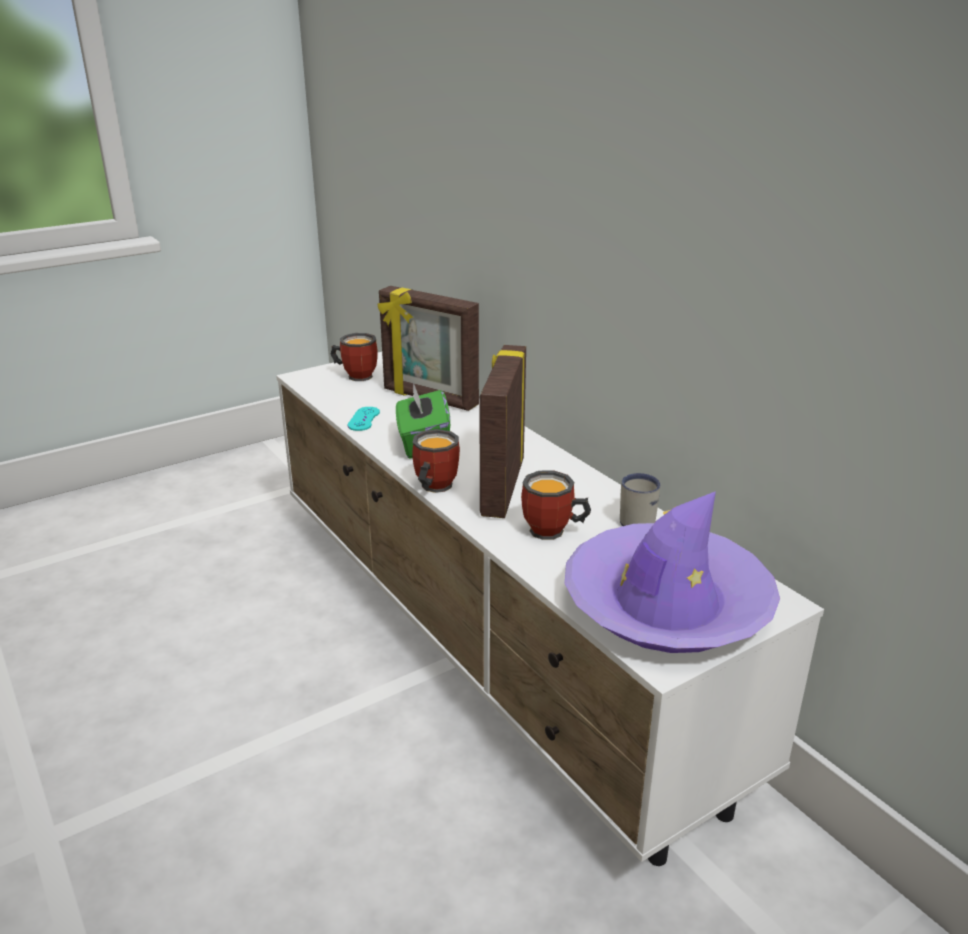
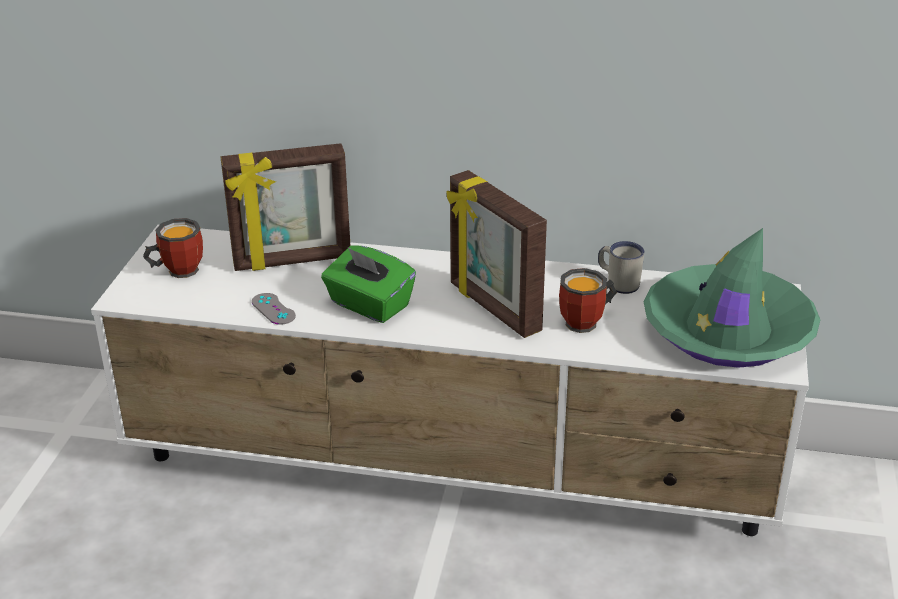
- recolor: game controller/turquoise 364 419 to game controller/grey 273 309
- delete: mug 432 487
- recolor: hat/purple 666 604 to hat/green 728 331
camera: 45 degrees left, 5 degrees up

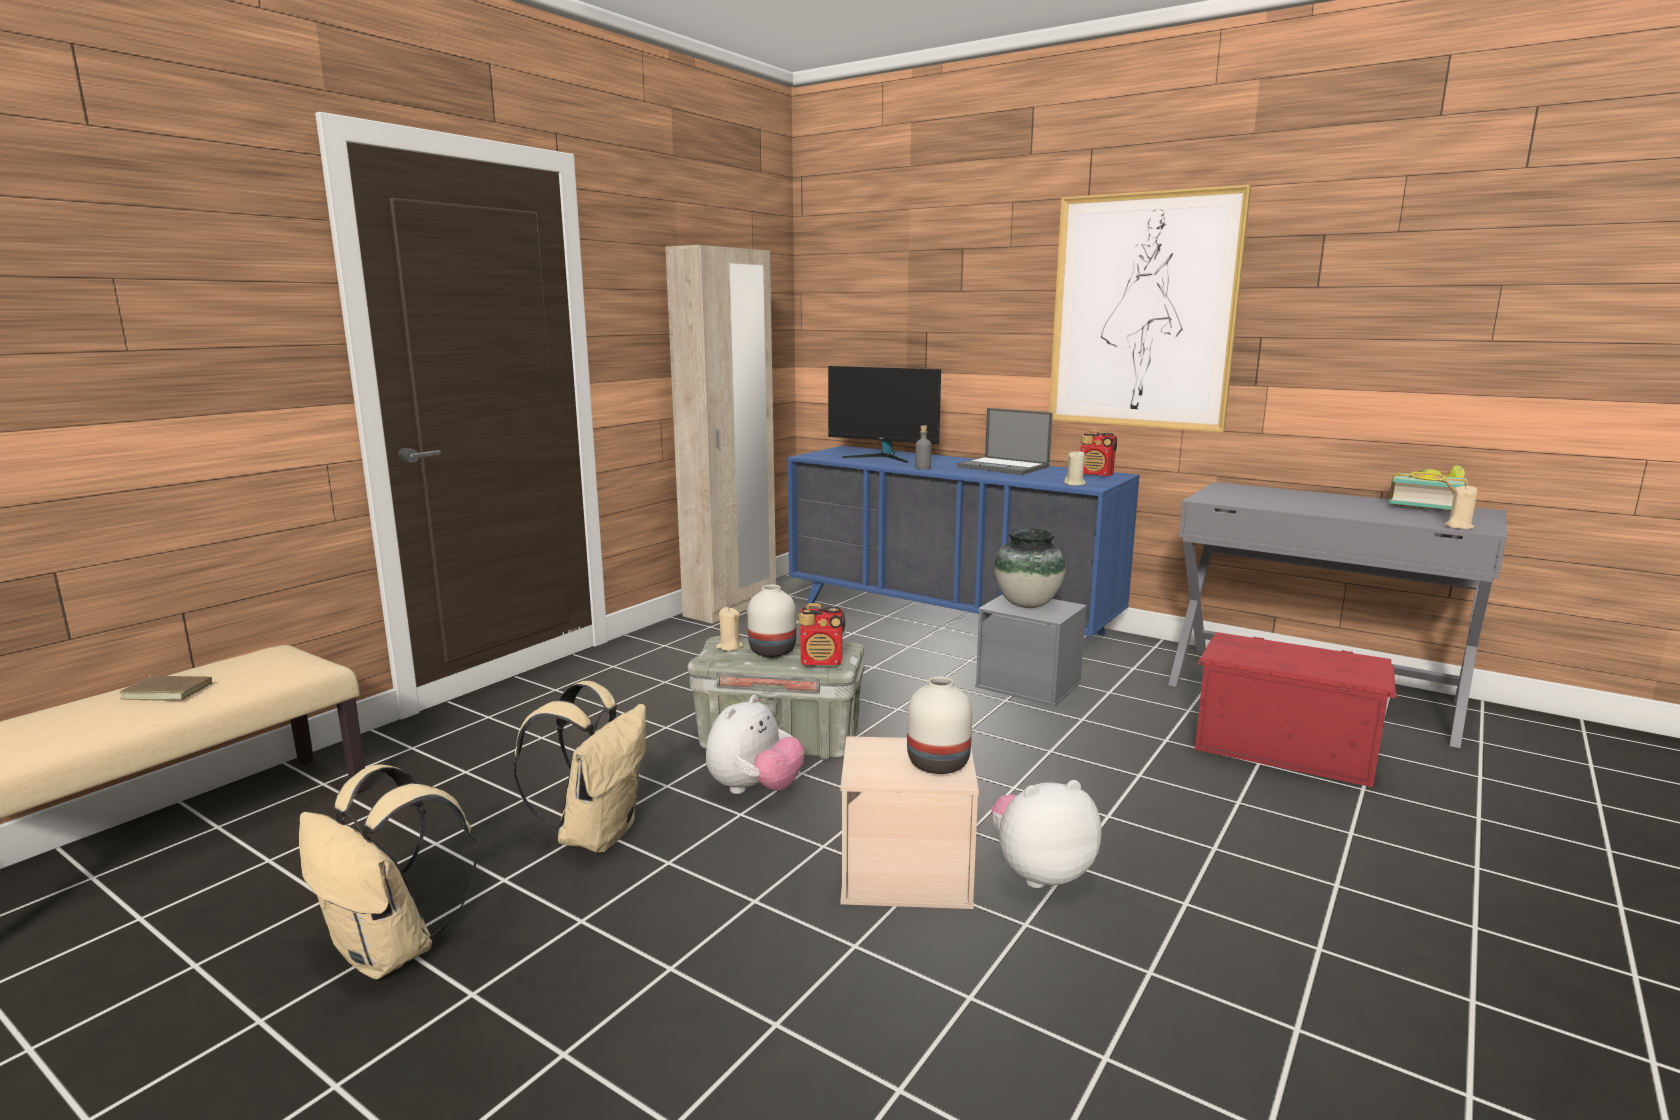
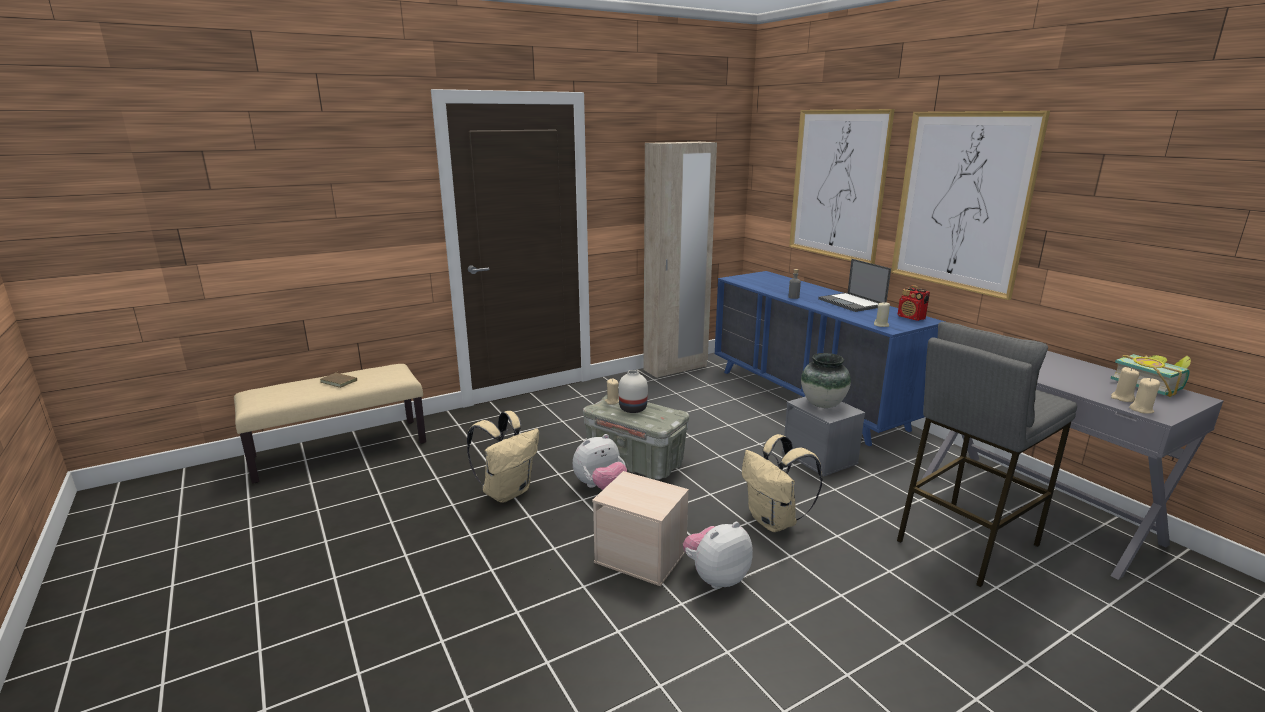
- move: backpack/beige 392 952 to 774 521
- delete: radio 822 661
- delete: monitor 883 457
- delete: vase/white 939 763
- rotate: plush toy 1040 872 = 716 577 45 degrees counterclockwise
- replace: storage box/red 1283 746 to stool/grey 965 542
- insert: picture 837 185
- insert: candle/beige 1122 398
camera: 25 degrees right, 5 degrees up

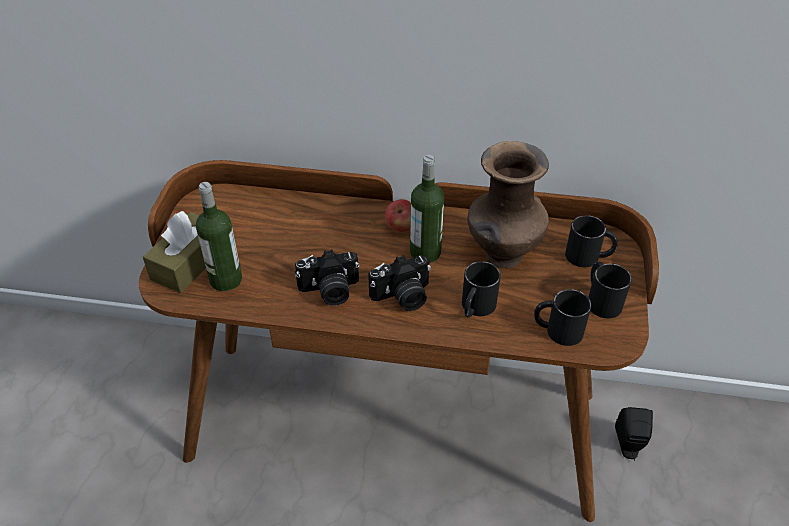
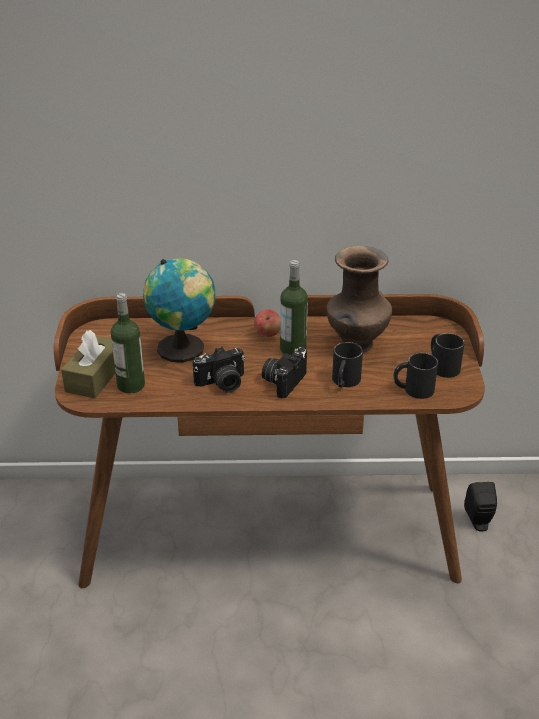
- rotate: photo camera 402 297 = 283 381 150 degrees clockwise
- delete: mug/black 589 256
- insert: globe 184 349
camera: 10 degrees left, 10 degrees down

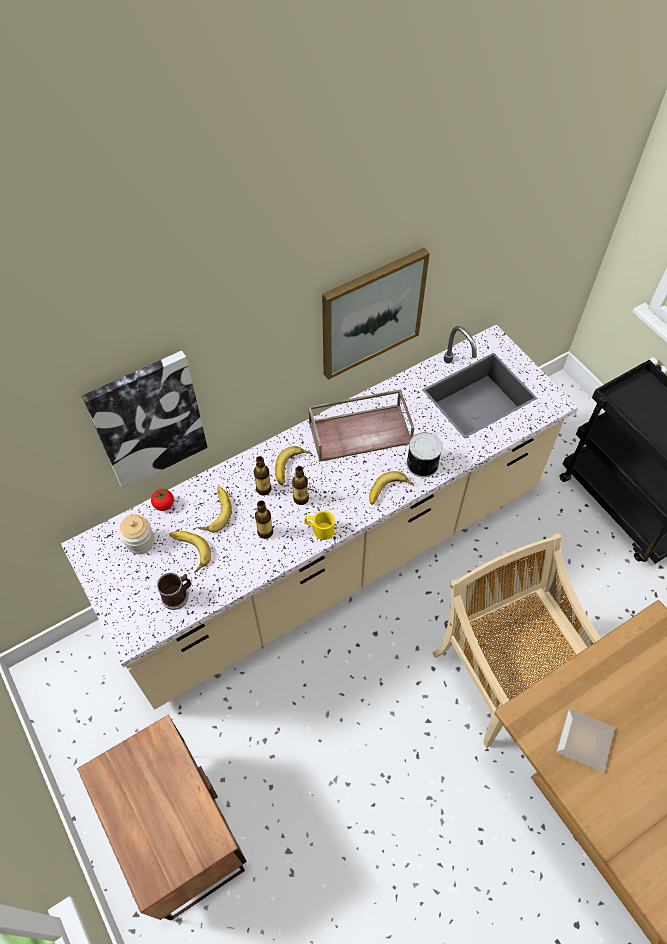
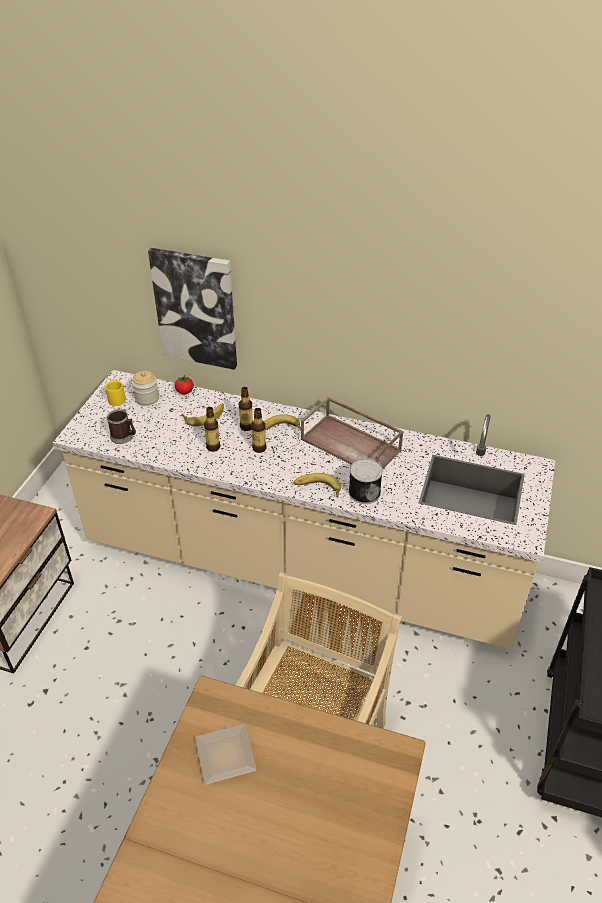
- delete: banana 188 552
- move: mug/yellow 319 529 to 116 398
- delete: picture 371 313
camera: 50 degrees right, 15 degrees down

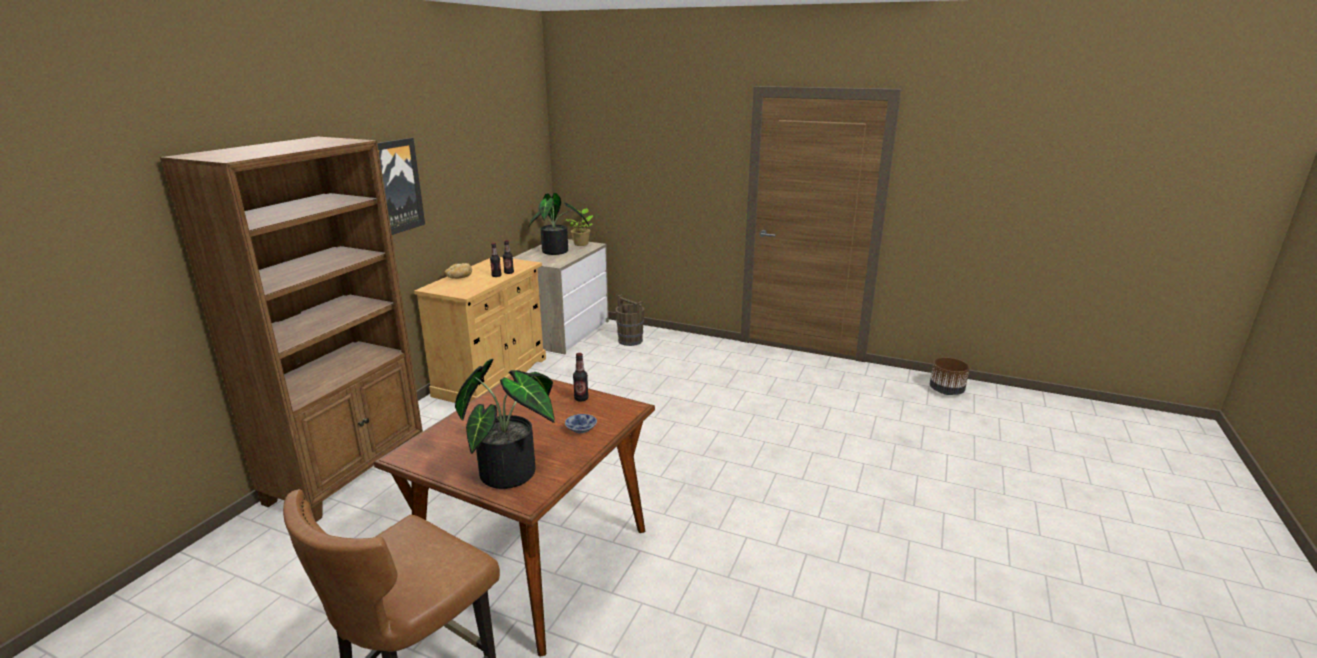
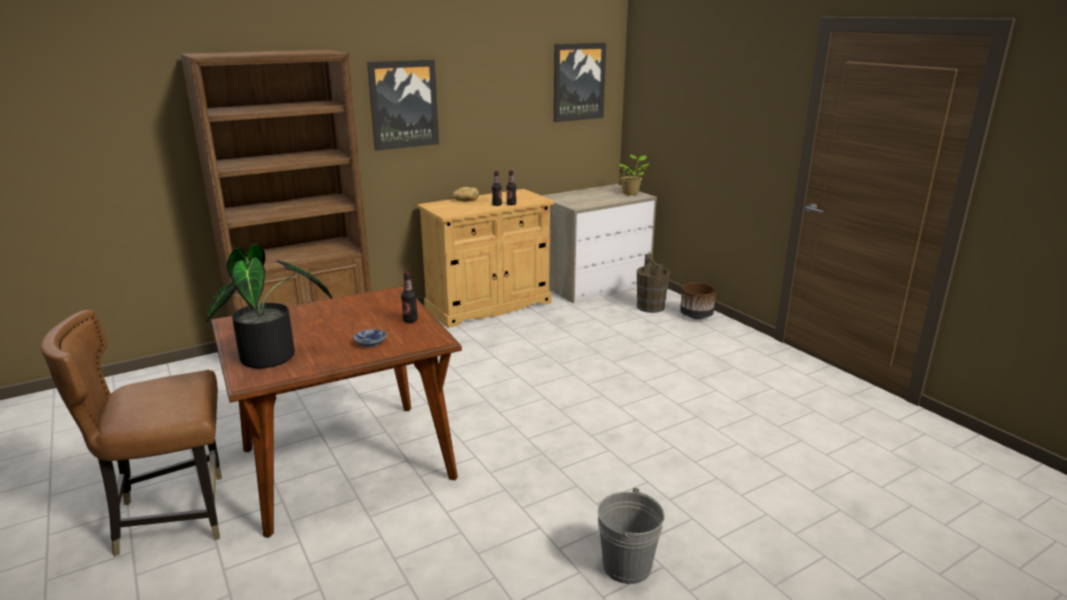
- delete: potted plant 558 252
- move: planter/brown 946 391 to 696 316
- insert: picture 578 82
- insert: bucket/grey 627 566
camera: 35 degrees right, 0 degrees up

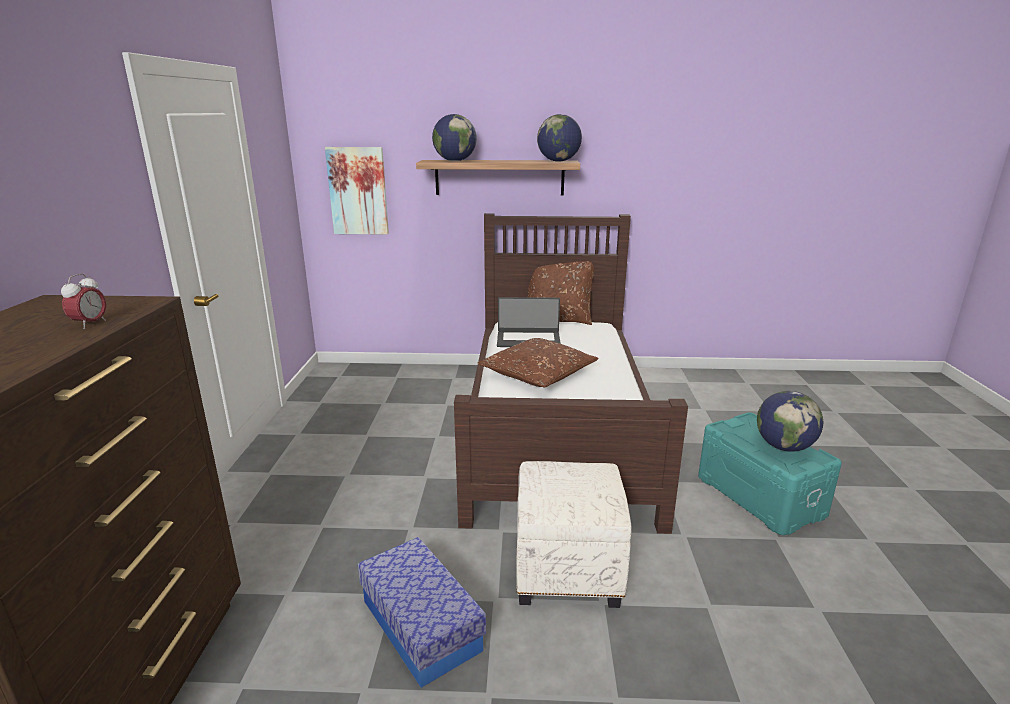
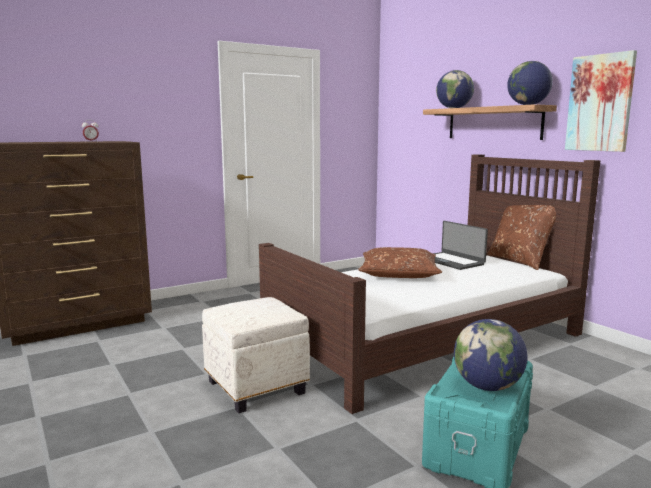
- move: picture 358 191 to 600 103
- delete: storage box 420 625
camera: 55 degrees right, 10 degrees down

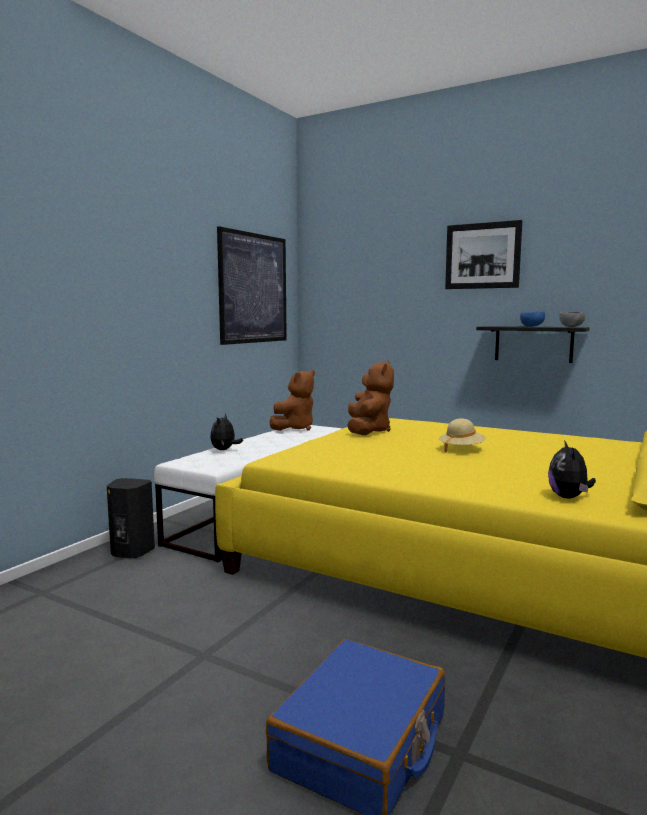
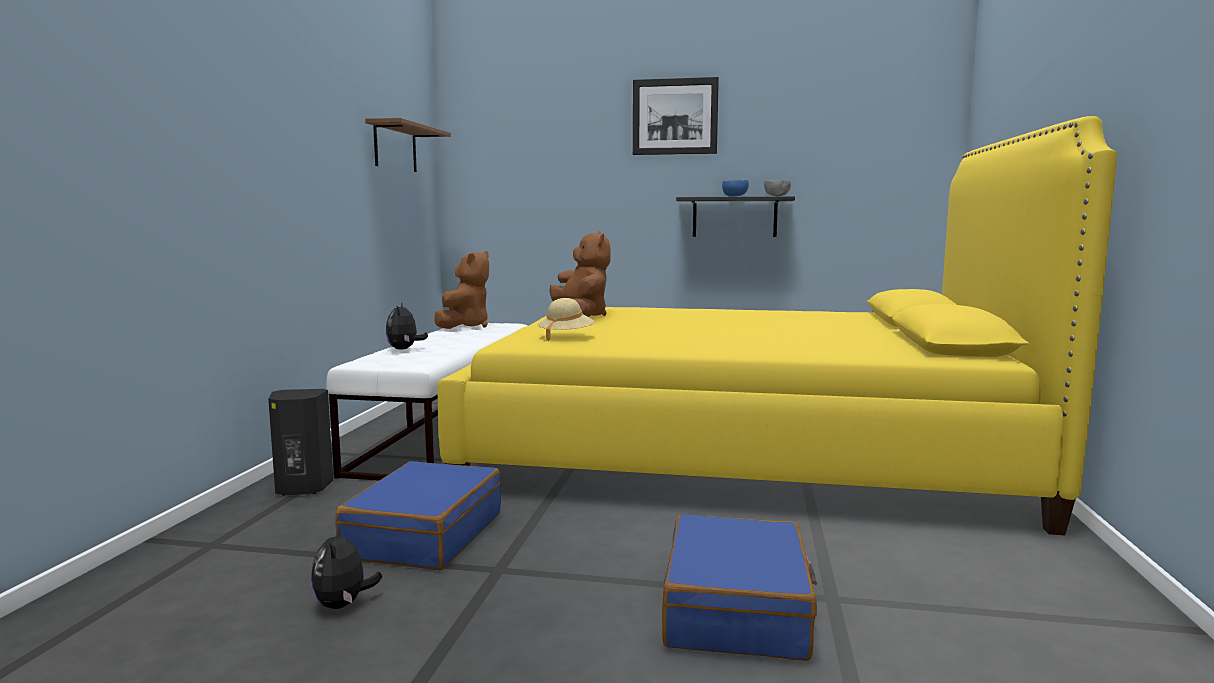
- replace: picture 253 288 to shelf/brown 395 147
- move: hat/beige 461 449 to 566 337
- move: plush toy 569 497 to 343 605
- insert: suitcase/blue 424 535
camera: 20 degrees left, 0 degrees up

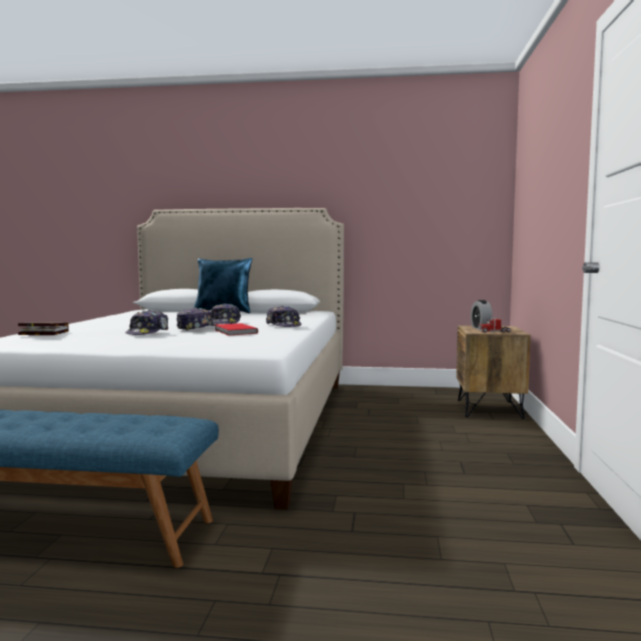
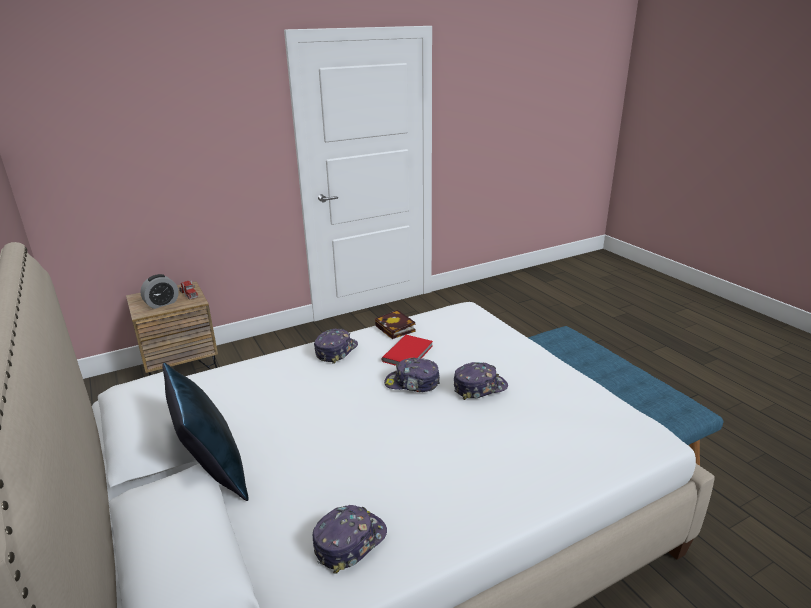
- move: book 41 333 to 396 329
- move: cap 225 322 to 349 542
camera: 125 degrees left, 20 degrees up

